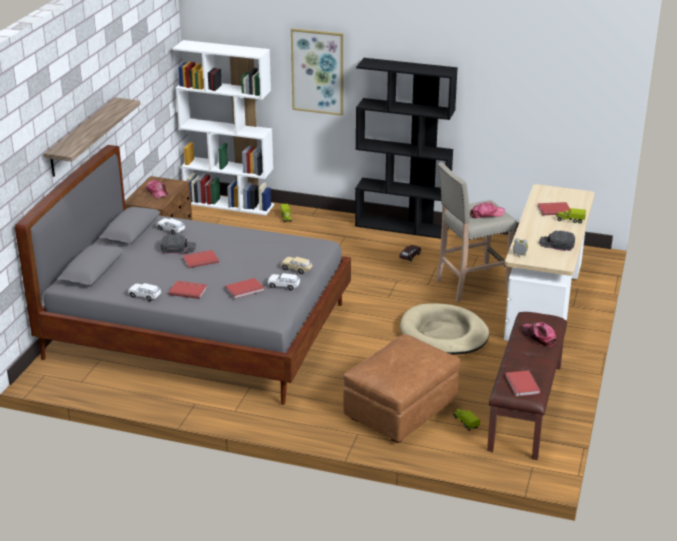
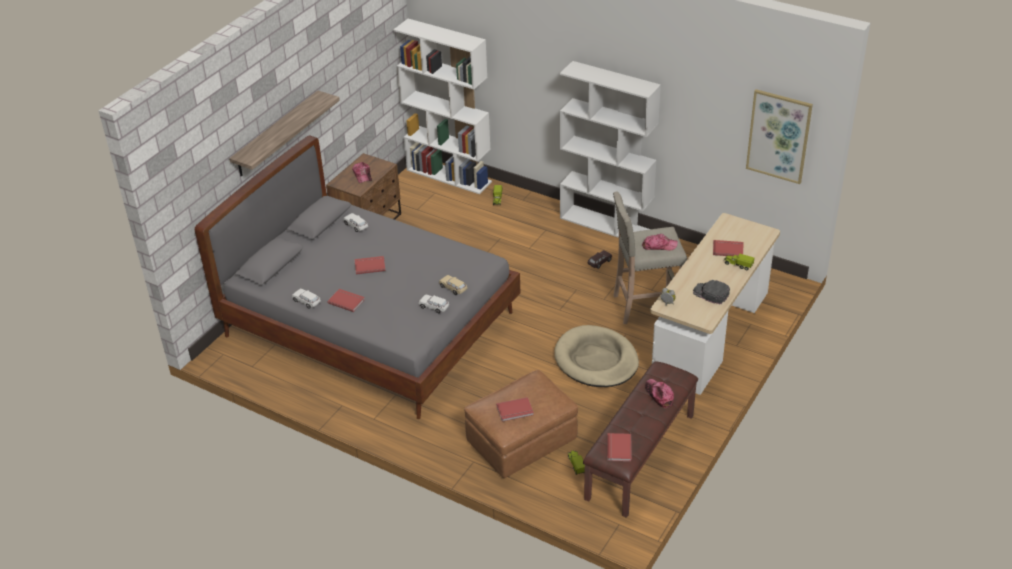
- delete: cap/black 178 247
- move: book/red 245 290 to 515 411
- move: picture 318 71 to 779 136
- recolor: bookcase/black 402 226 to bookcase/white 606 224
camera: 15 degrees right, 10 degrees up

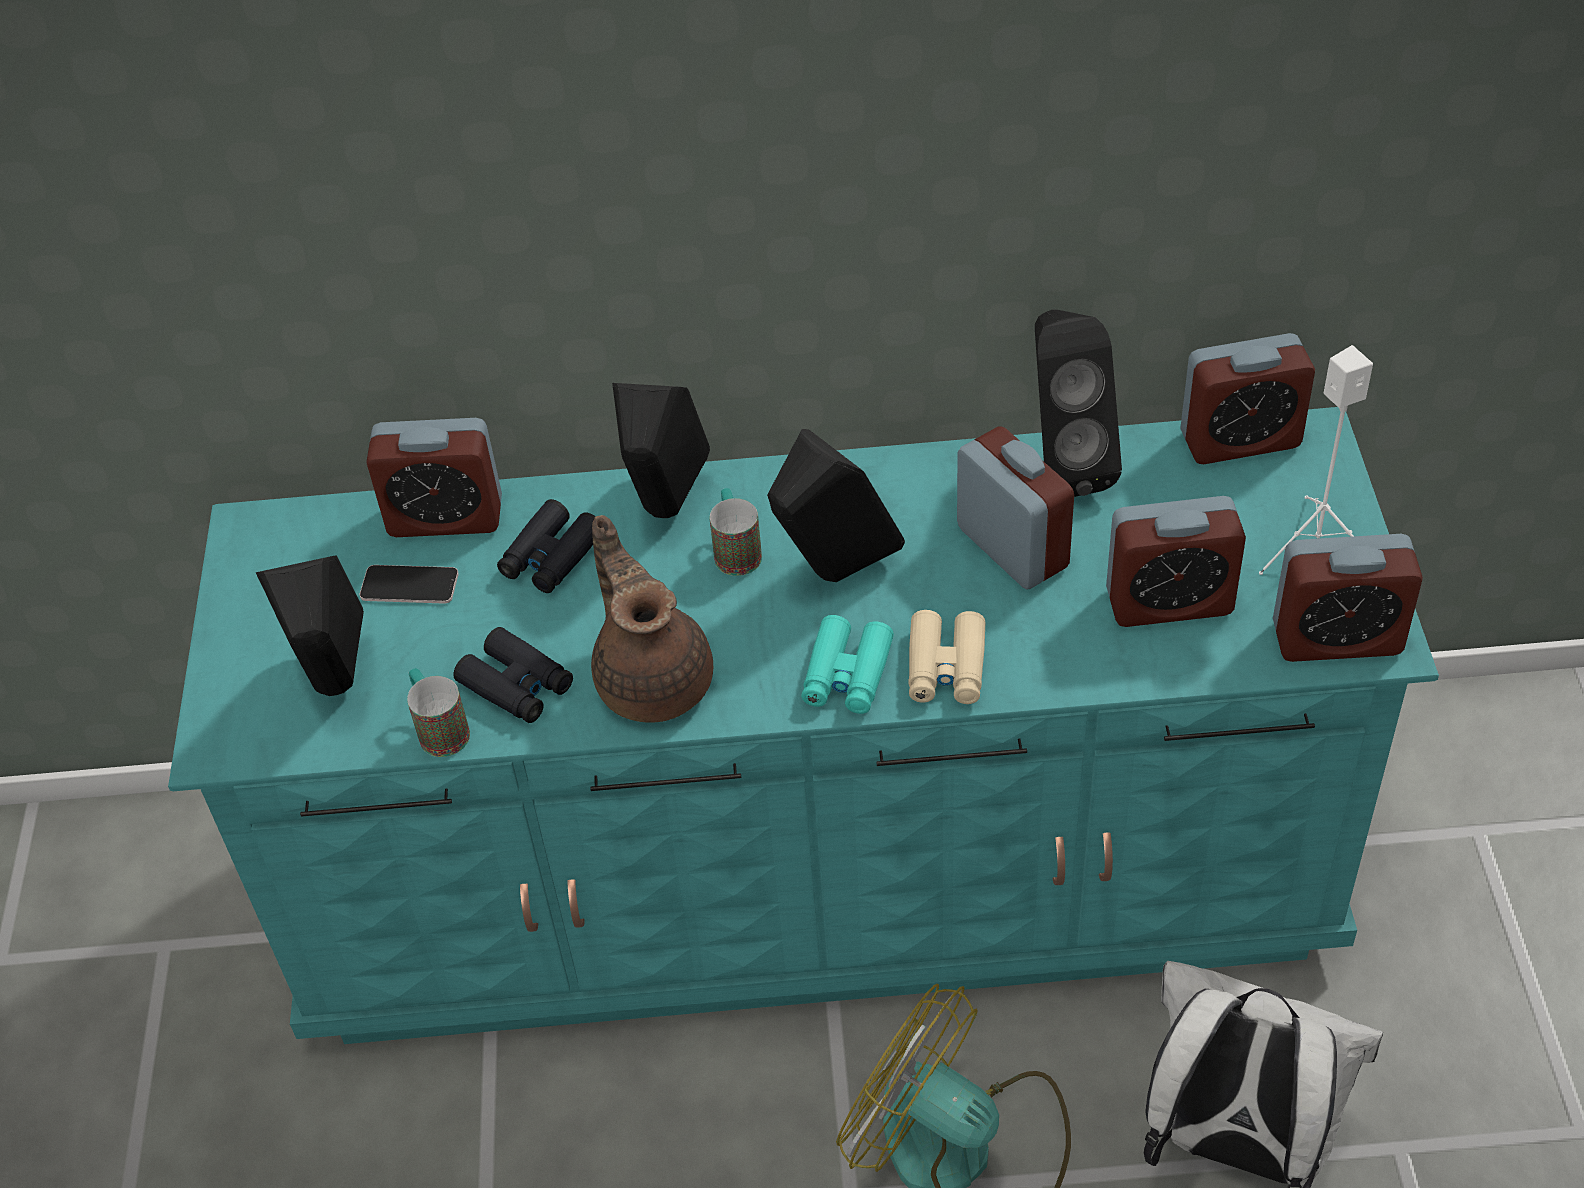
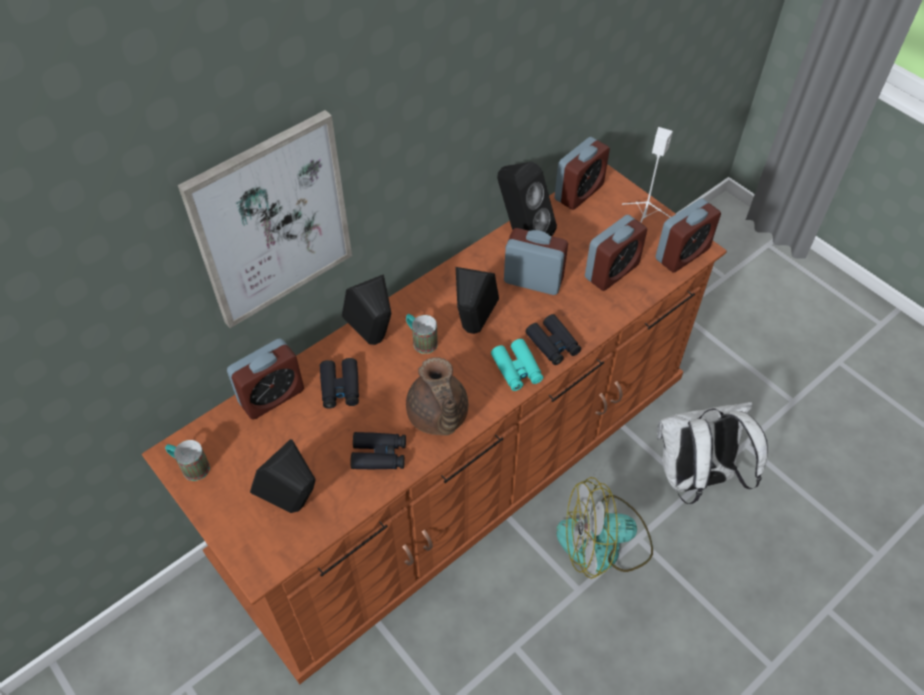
- recolor: dresser/turquoise 814 877 to dresser/brown 459 471
- delete: phone 409 585
- move: mug 439 729 to 190 467
- rotate: teapot/brown 653 678 = 437 417 135 degrees counterclockwise
- recolor: binoculars/beige 946 667 to binoculars/black 553 344
- insert: picture 271 221
camera: 40 degrees left, 5 degrees up

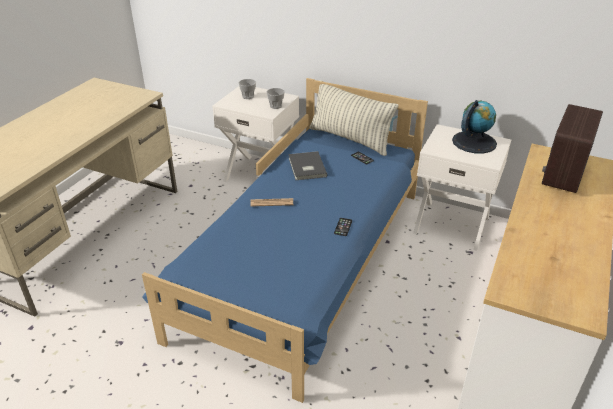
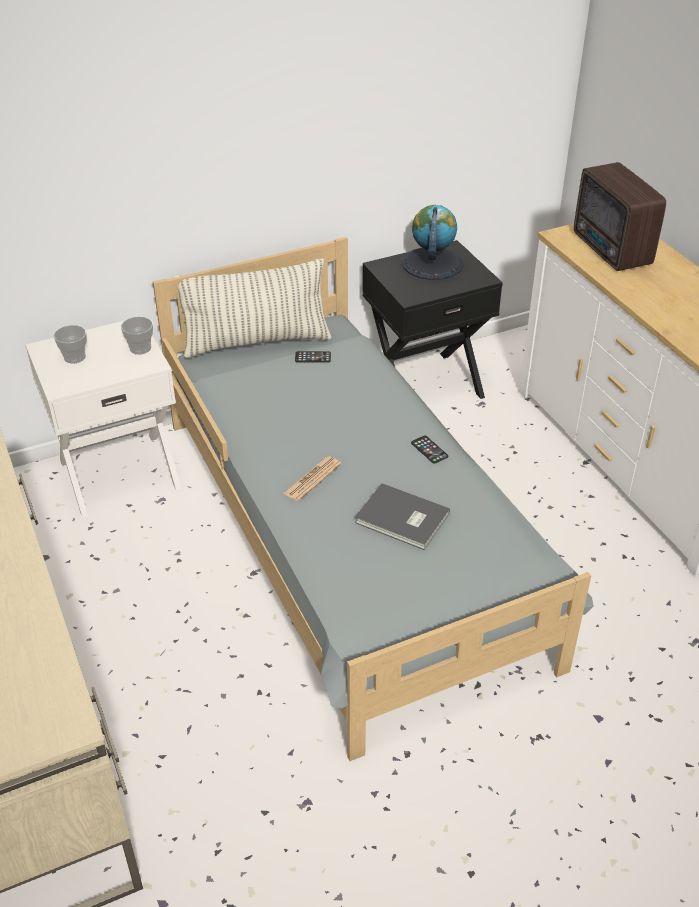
- recolor: bed/blue 306 261 to bed/grey 351 536
- move: book/grey 306 167 to 402 520
- recolor: nightstand/white 452 224 to nightstand/black 424 385
camera: 50 degrees left, 5 degrees up

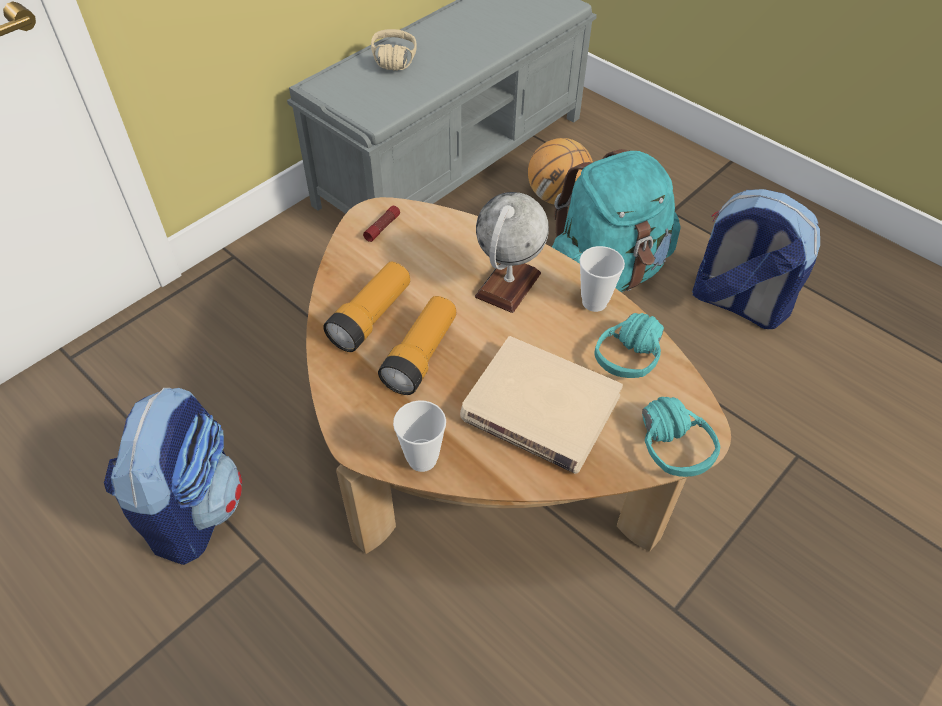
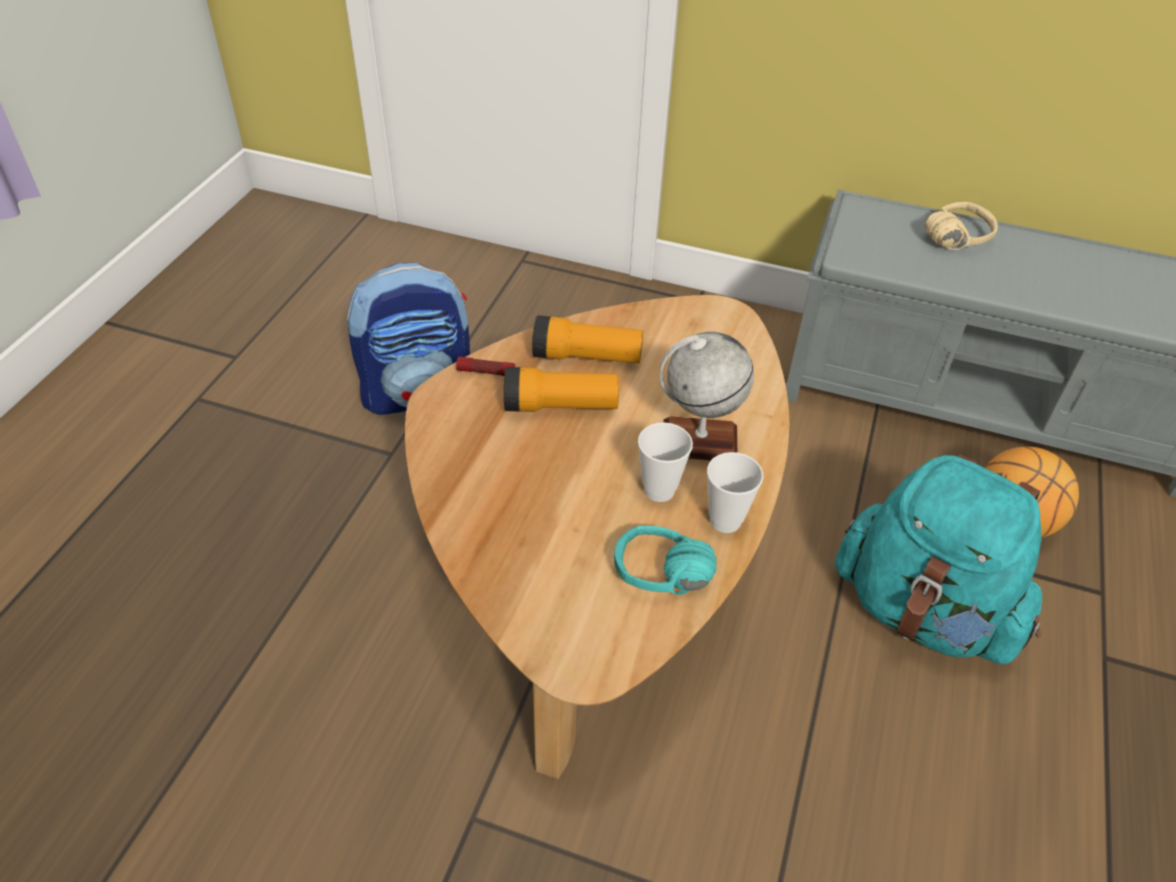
- move: flashlight 382 227 to 486 372
- move: cup 422 459 to 659 490
- delete: book/beige 540 409
- delete: headphones/turquoise 685 442
- delete: backpack 736 303
camera: 65 degrees right, 5 degrees down

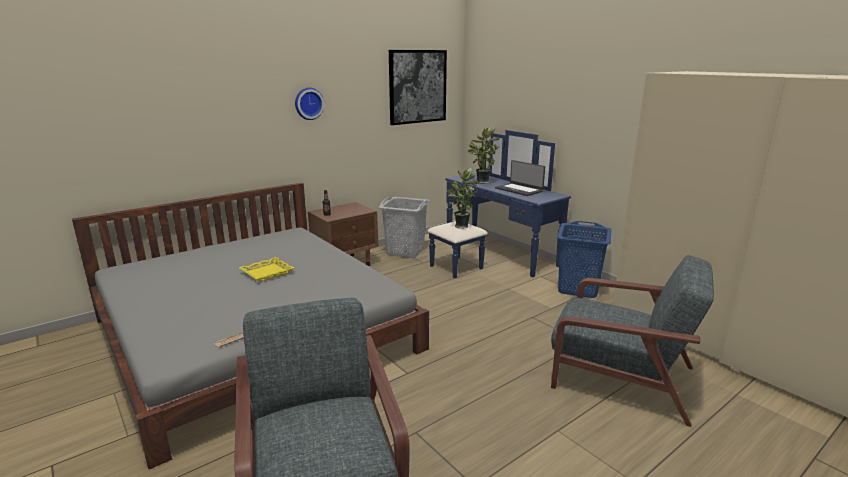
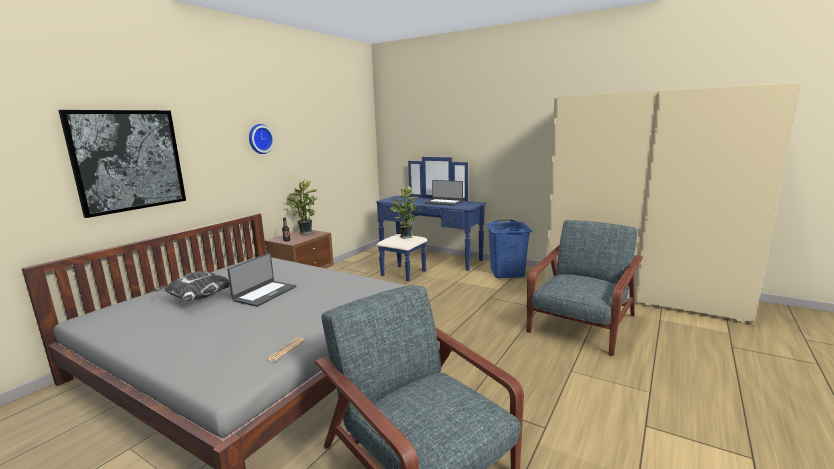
- replace: tray/yellow 267 272 to laptop 264 293
- delete: laundry basket/grey 405 251
- move: picture 417 87 to 128 160
- move: potted plant 481 182 to 305 233
- rotate: armchair/grey 619 376 = 581 324 60 degrees counterclockwise
- insert: pillow 198 298
camera: 20 degrees left, 5 degrees down

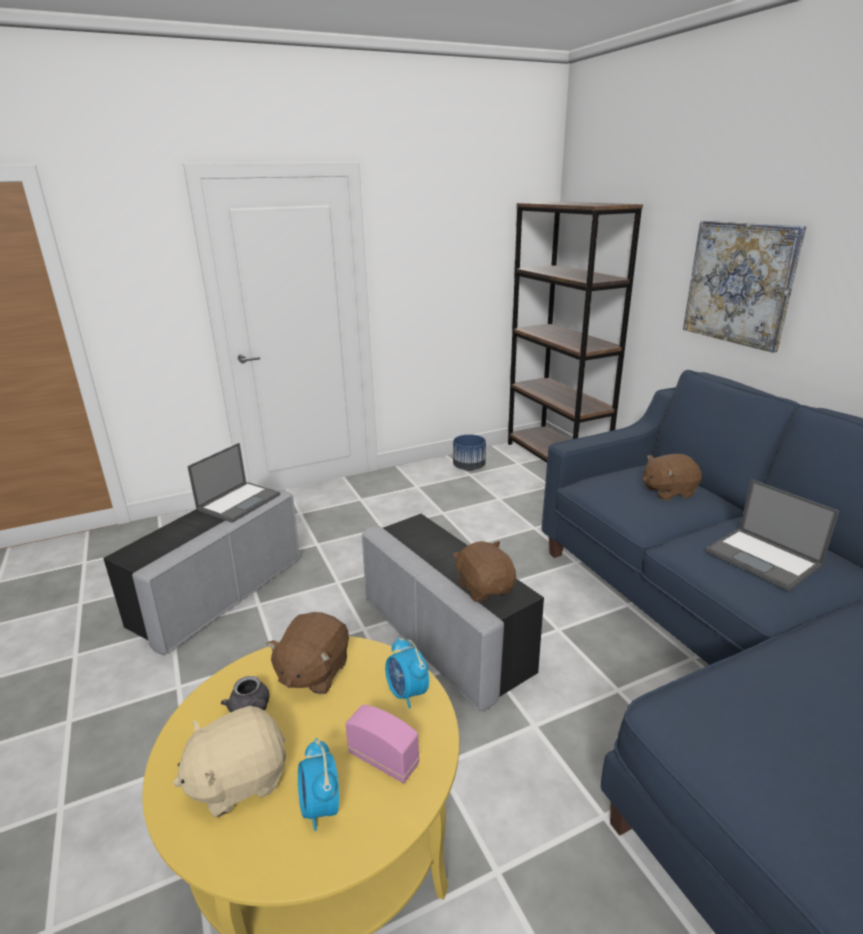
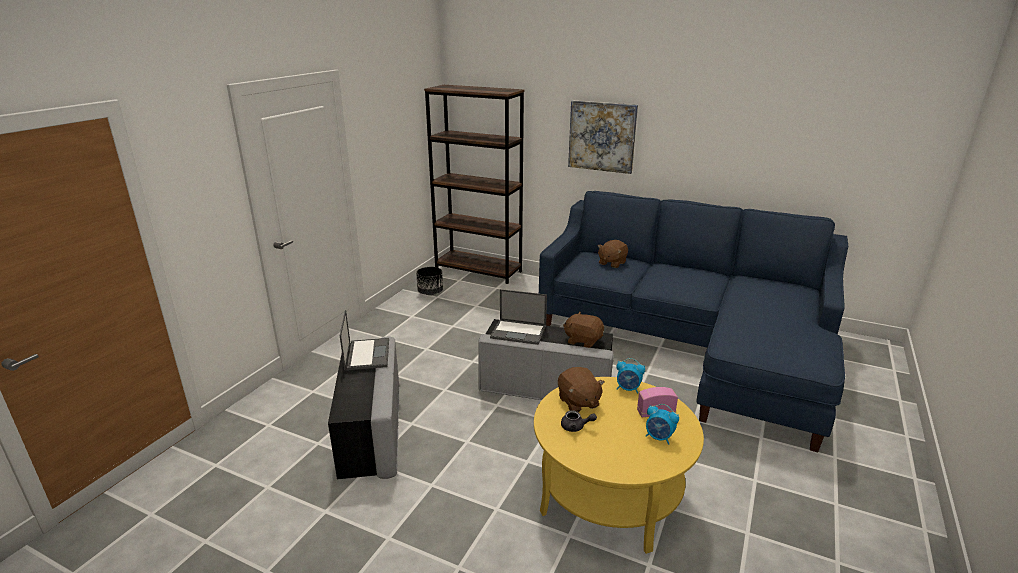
- delete: plush toy/beige 238 780
- recolor: planter/blue 469 467 to planter/black 430 292
- move: laptop 764 559 to 519 332
camera: 40 degrees left, 0 degrees up

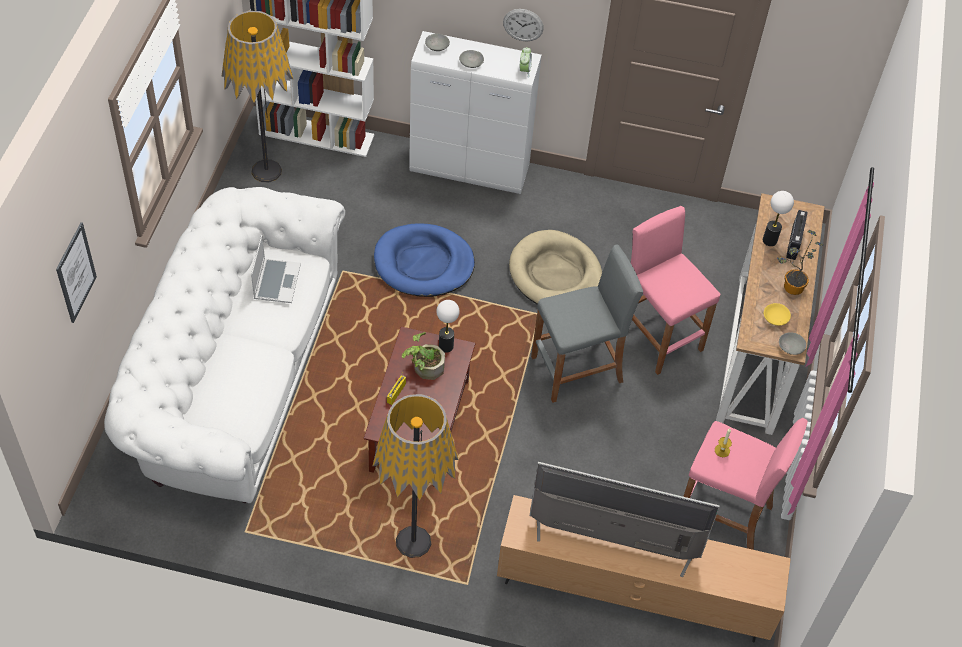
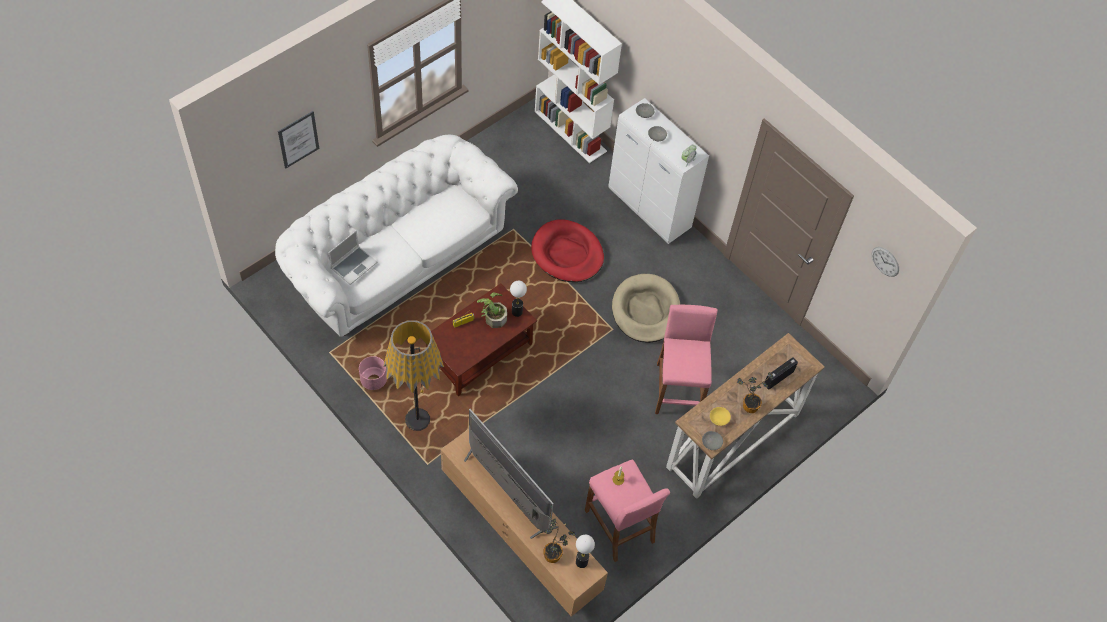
- delete: floor lamp 266 171
- move: laptop 276 281 to 354 265
- recolor: dog bed/blue 423 263 to dog bed/red 567 253
- move: wall clock 523 25 to 885 261
- delete: stool/grey 577 369
- move: table lamp 769 240 to 581 562
- insert: planter/pink 373 380
- insert: potted plant 555 555
camera: 35 degrees right, 5 degrees up

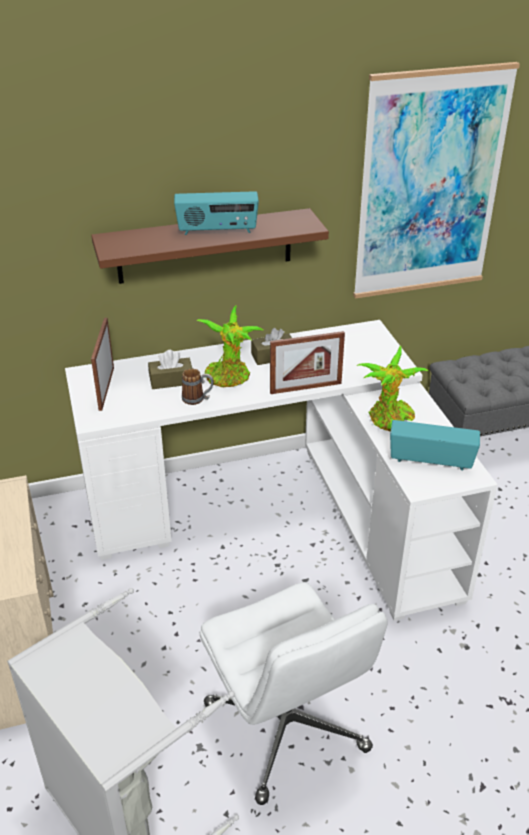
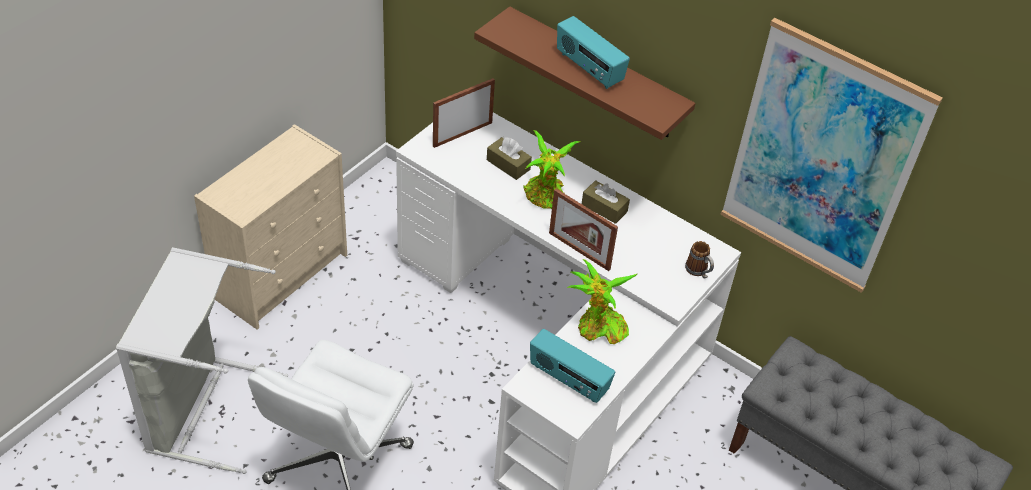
- move: mug 198 399 to 698 272
- rotate: radio 430 460 = 568 380 150 degrees clockwise
camera: 50 degrees right, 10 degrees up

